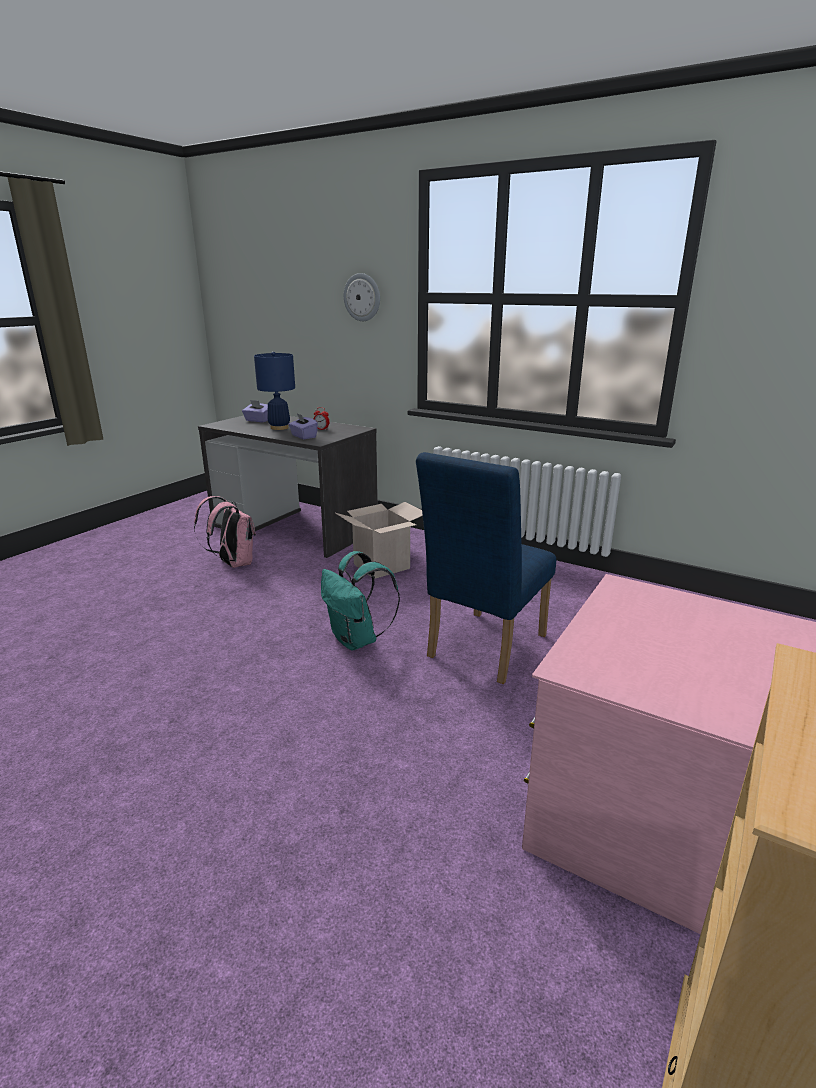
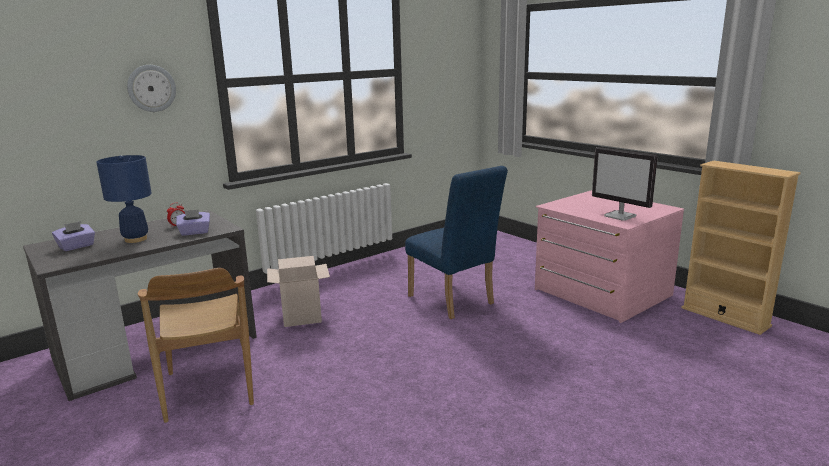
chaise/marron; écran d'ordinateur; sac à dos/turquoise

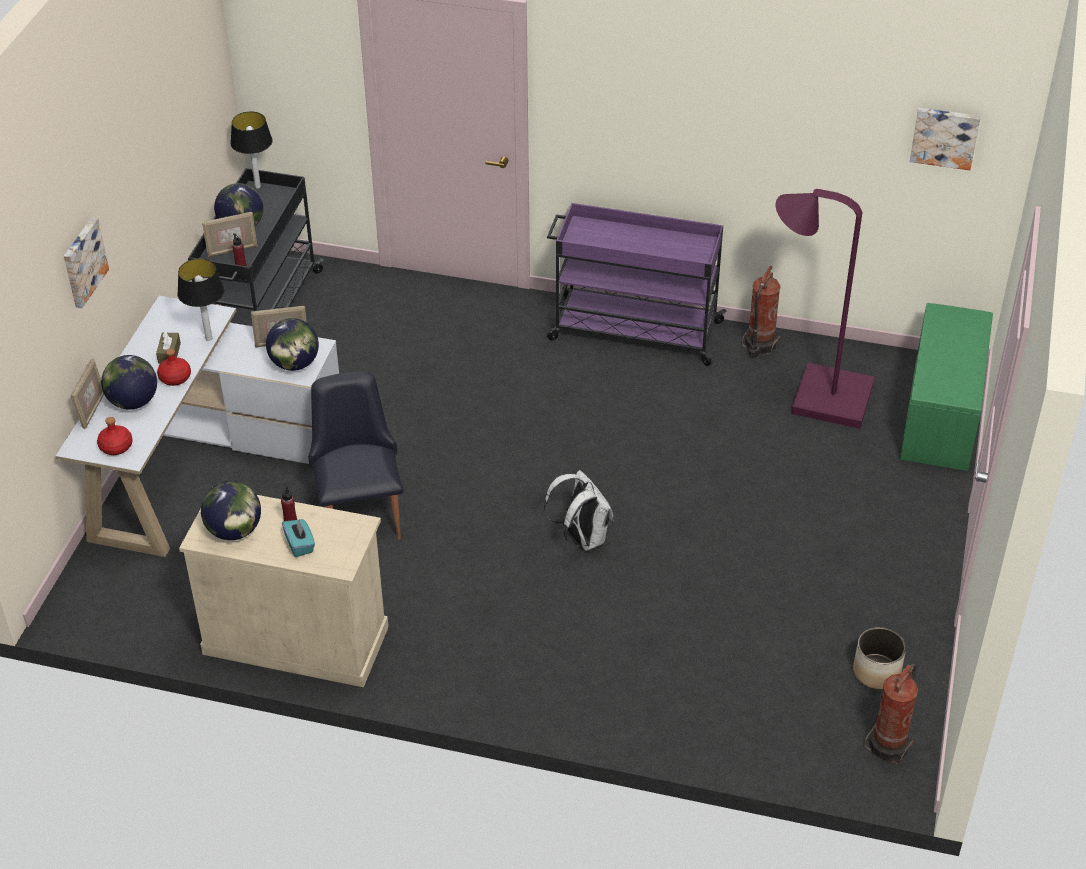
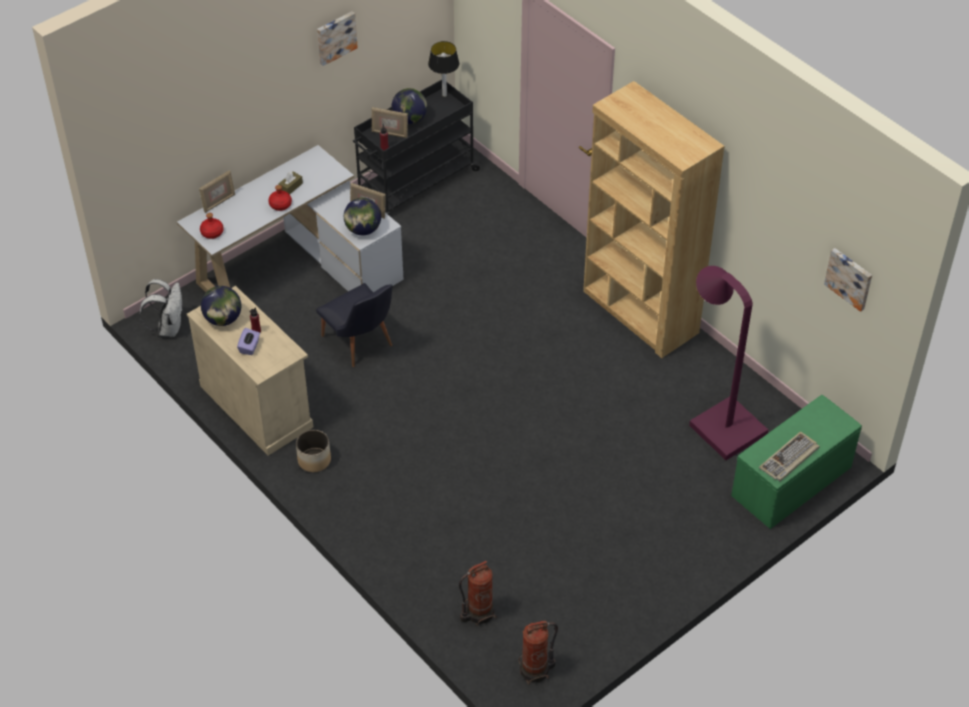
sac à dos/blanc; boîte à mouchoirs/violet; cache-pot; chaise/noir; tableau (1st from left); extincteur (1st from left); bibliothèque/marron; clavier; globe (1st from left in the first image); lampe de table (1st from left in the first image)

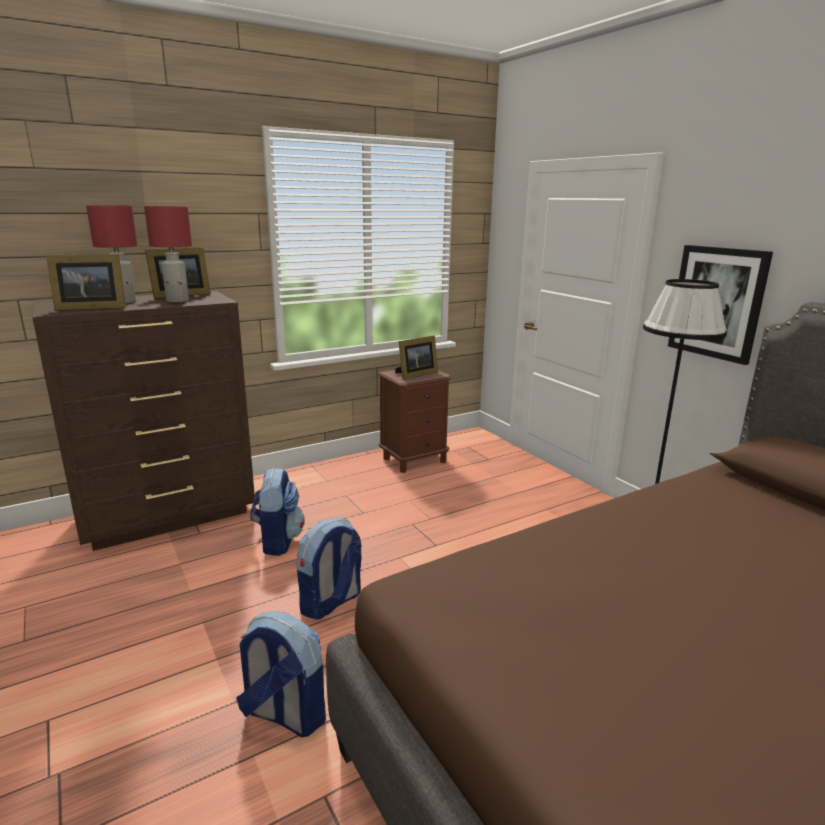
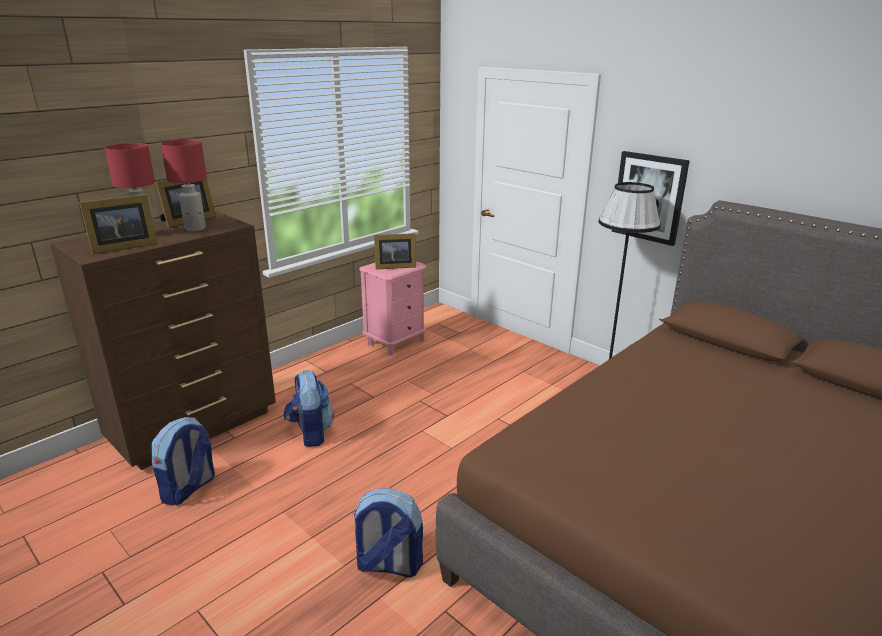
sac à dos (1st from left); table de chevet/rose; cadre photo (3rd from left)

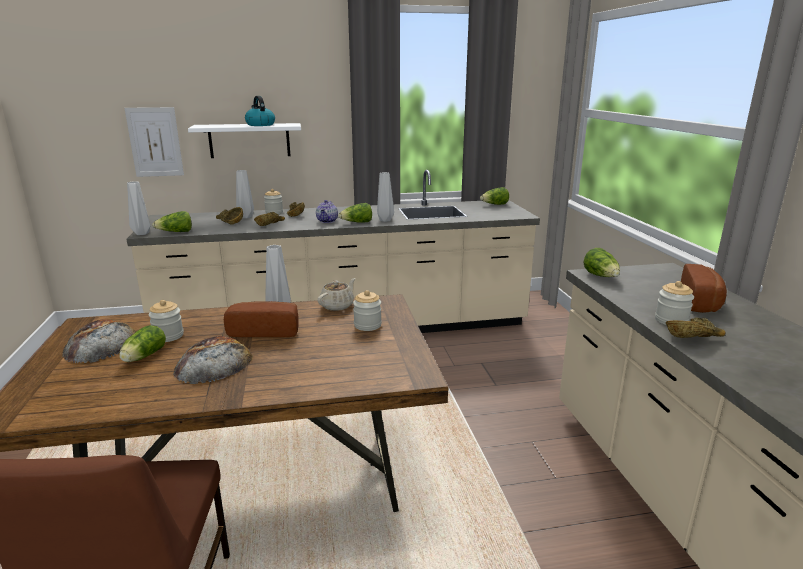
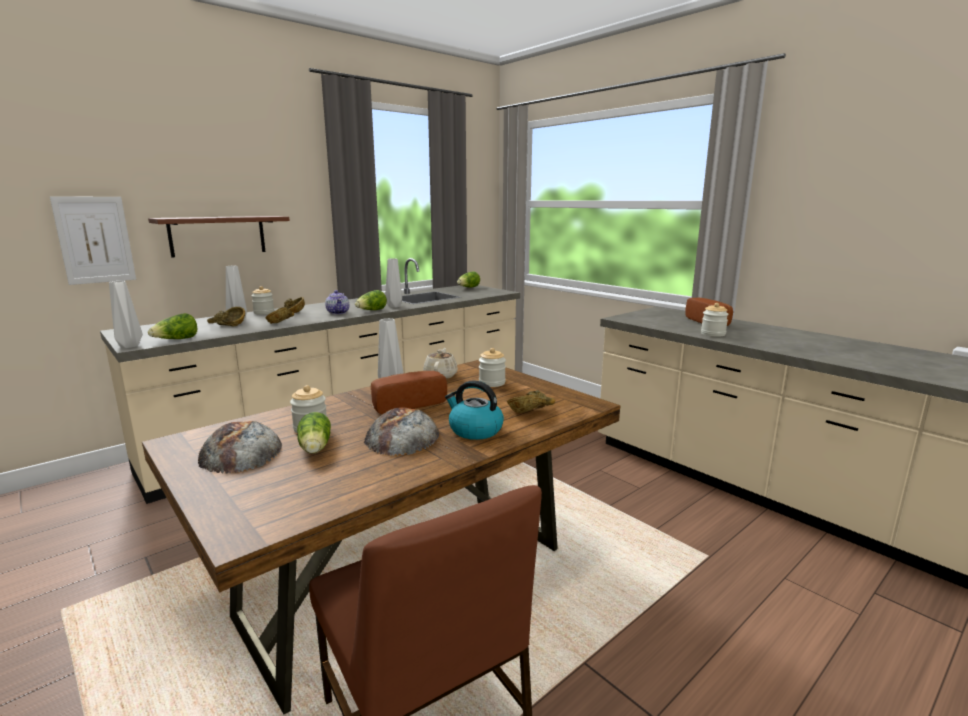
étagère/marron; bouilloire; bol/marron (4th from left); laitue (5th from left in the first image)

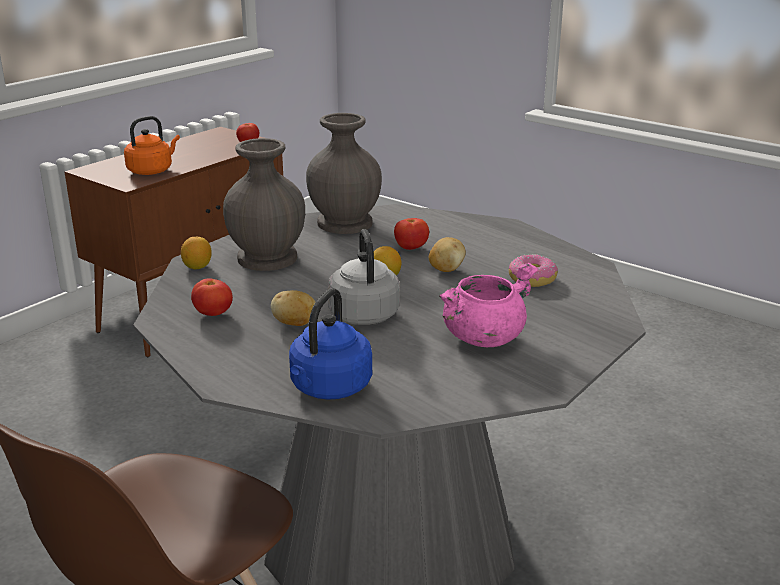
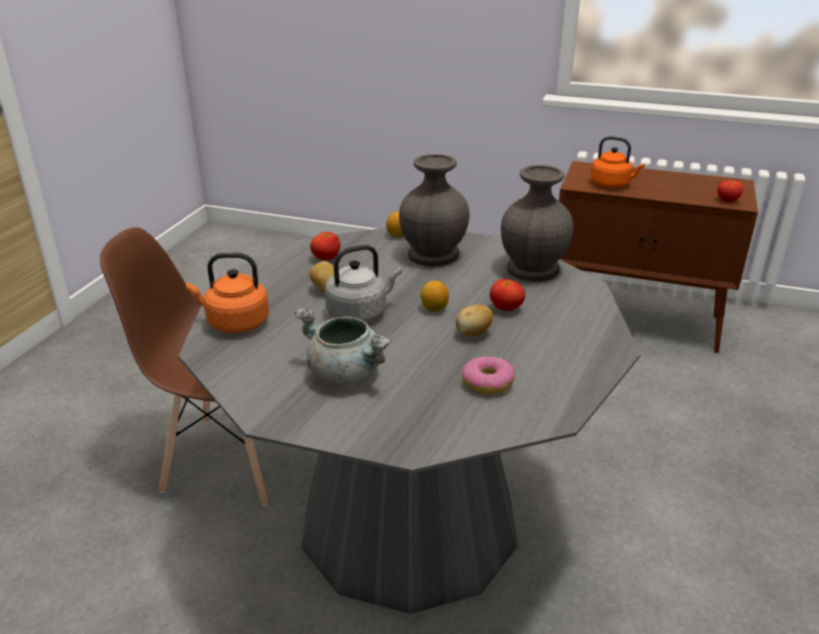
bouilloire/orange (1st from left); marmite/gris

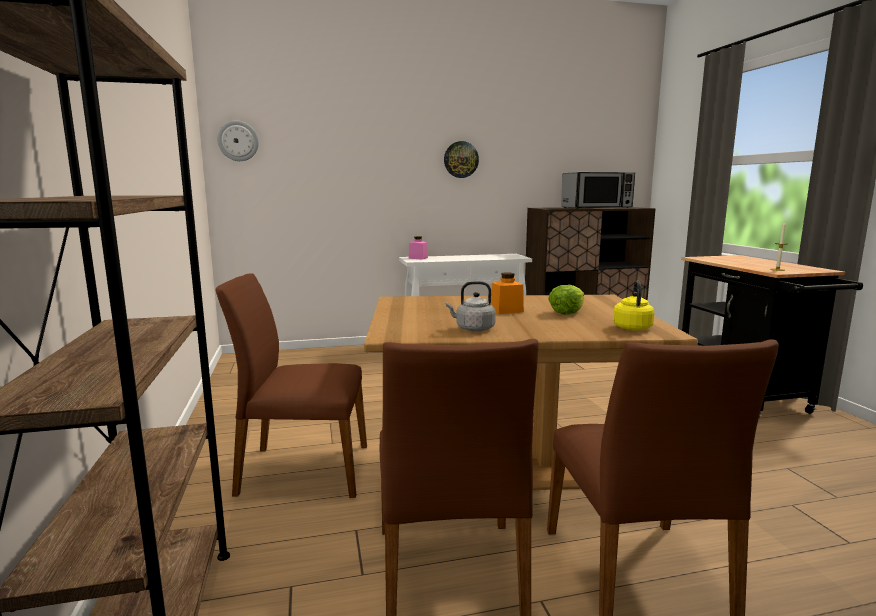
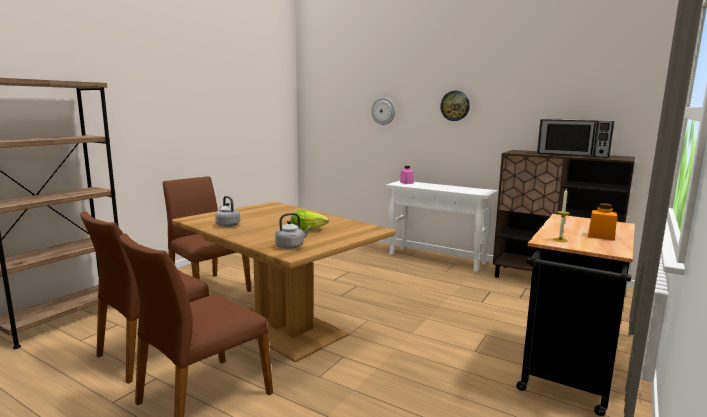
bouilloire/gris (2nd from left); horloge murale (1st from left); bocal/orange

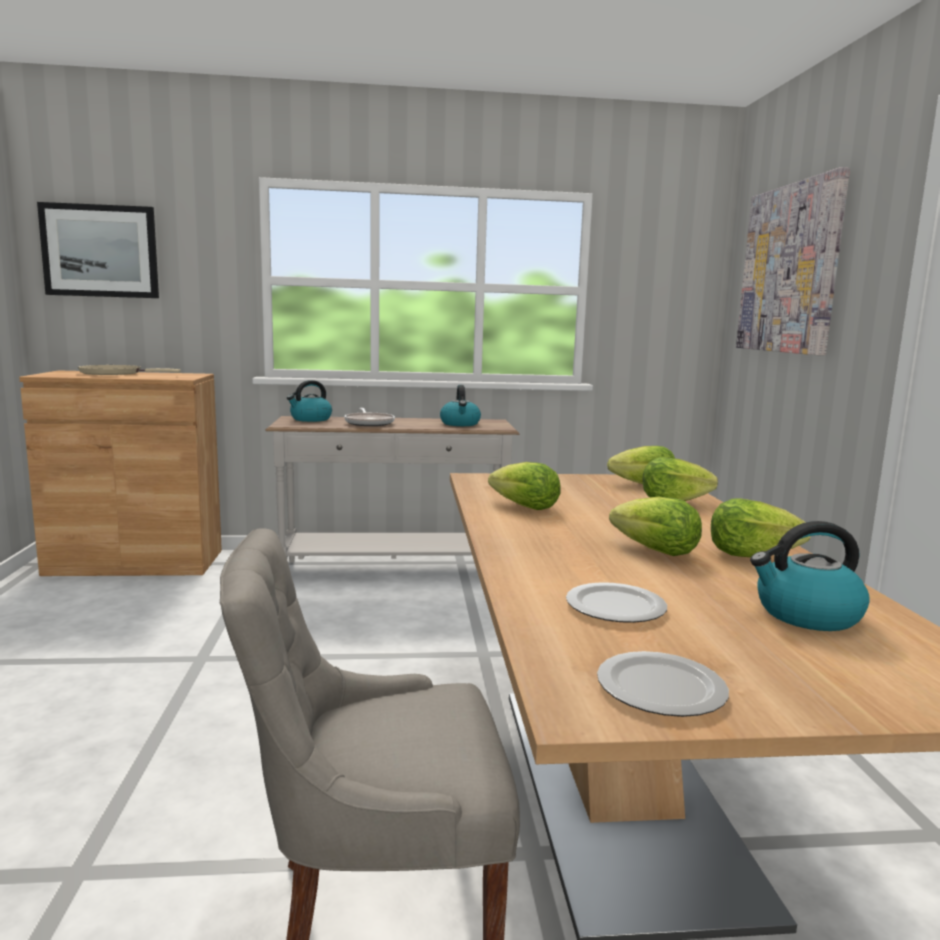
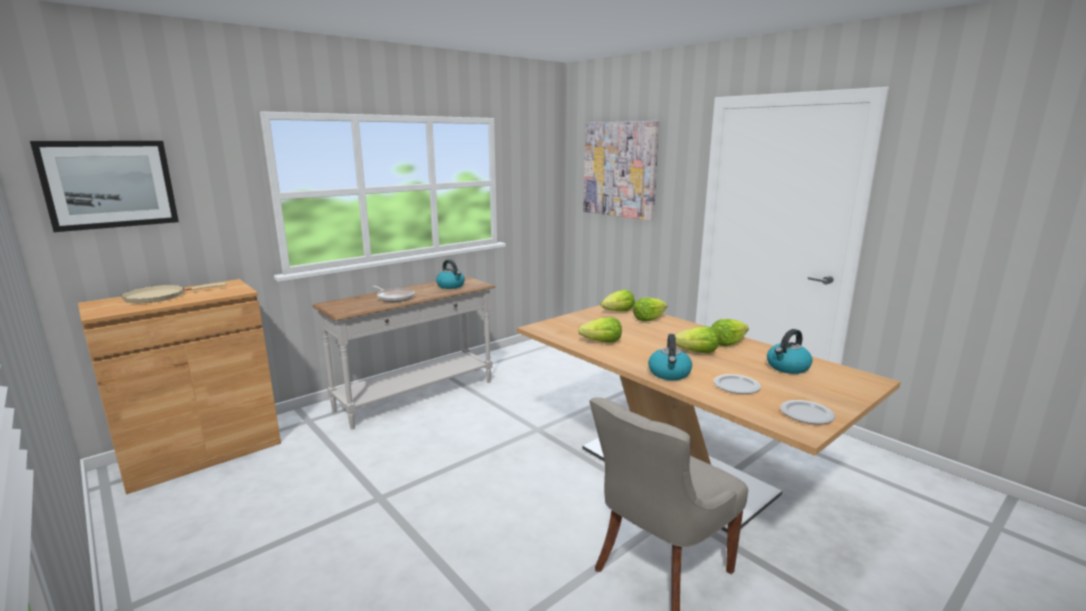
bouilloire (2nd from left)

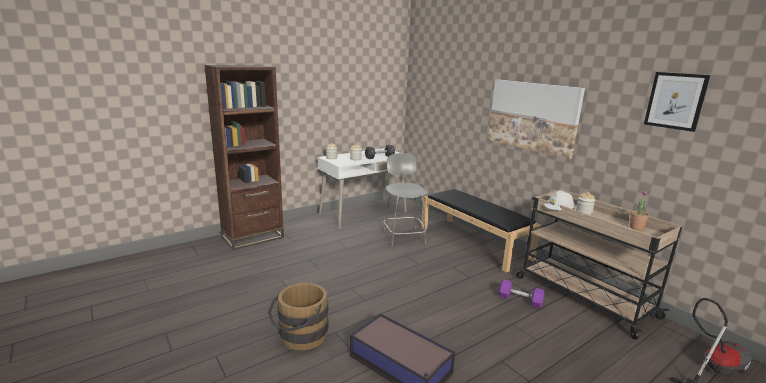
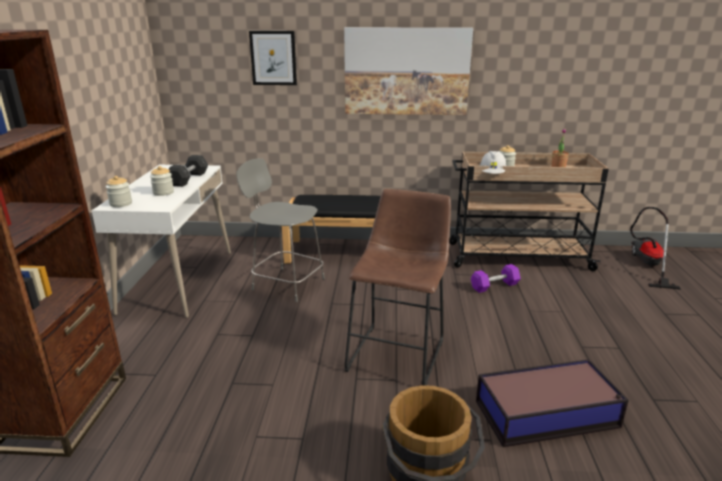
tableau (1st from left); tabouret/marron

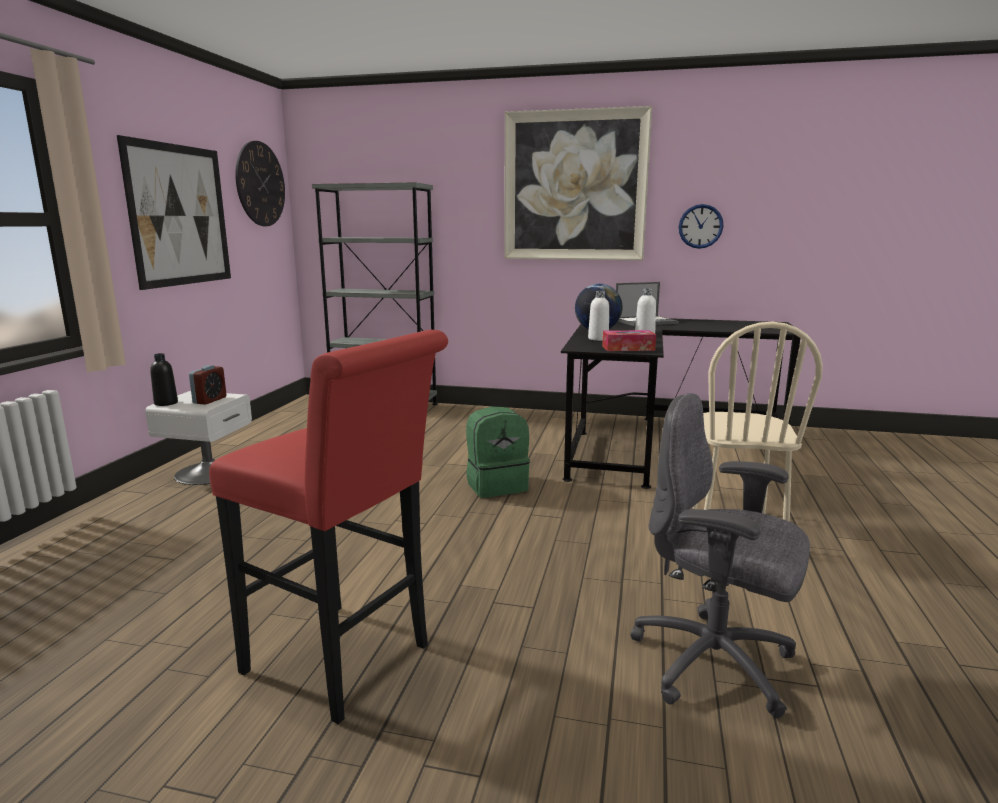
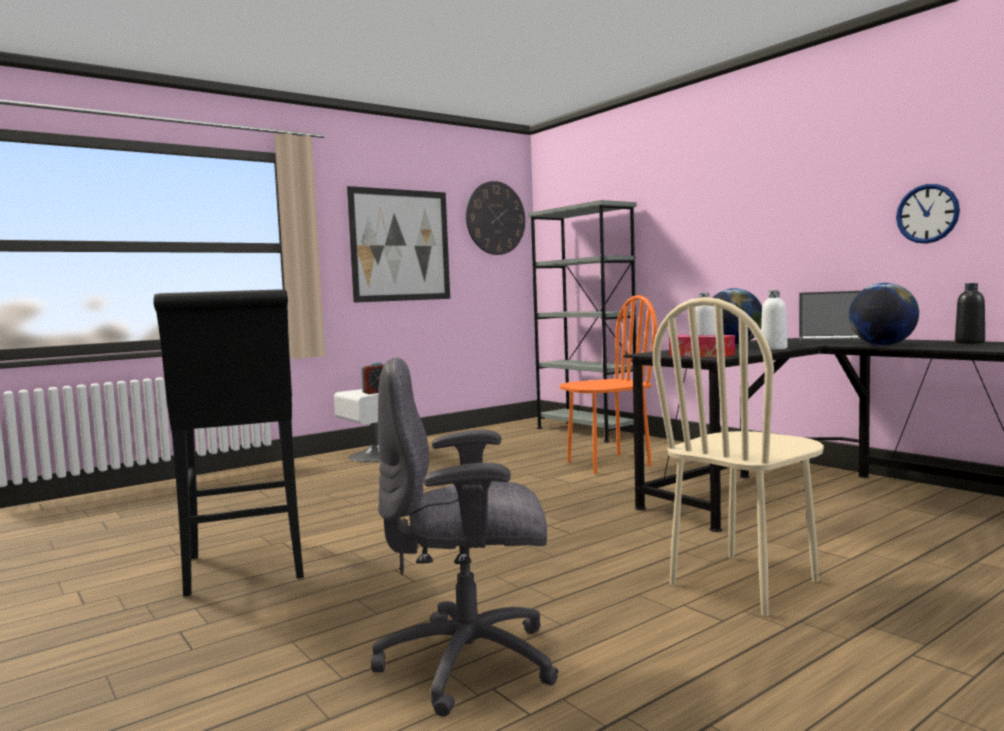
tabouret/noir; chaise de bureau/gris; chaise/orange; globe (2nd from left); bouteille/noir; sac à dos/vert; tableau (2nd from left in the first image)

